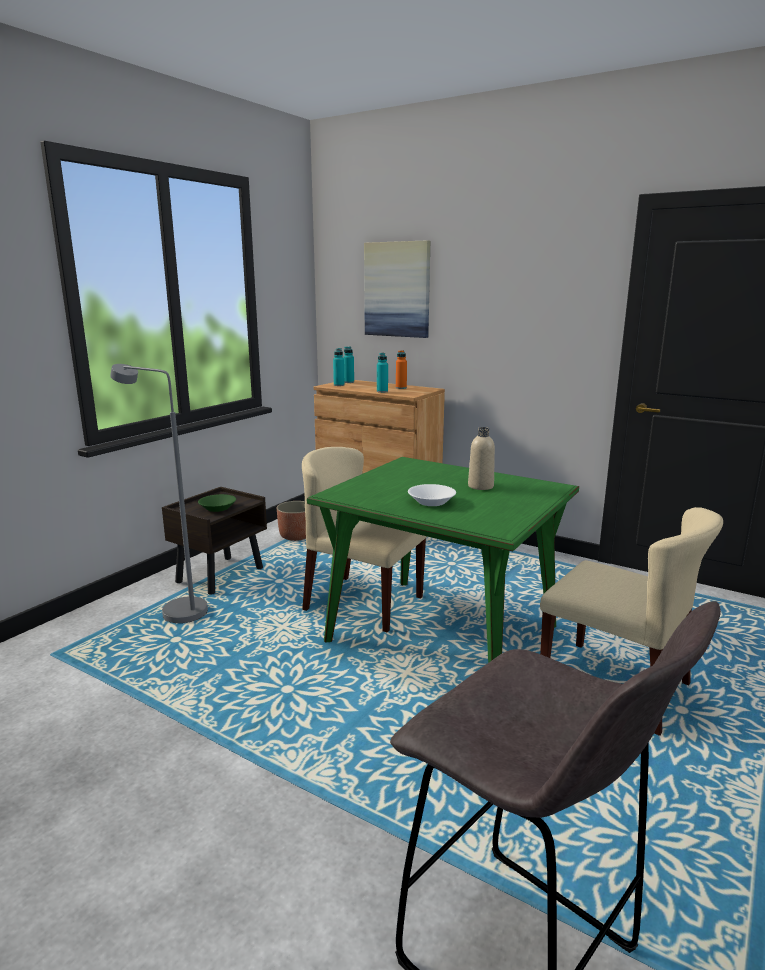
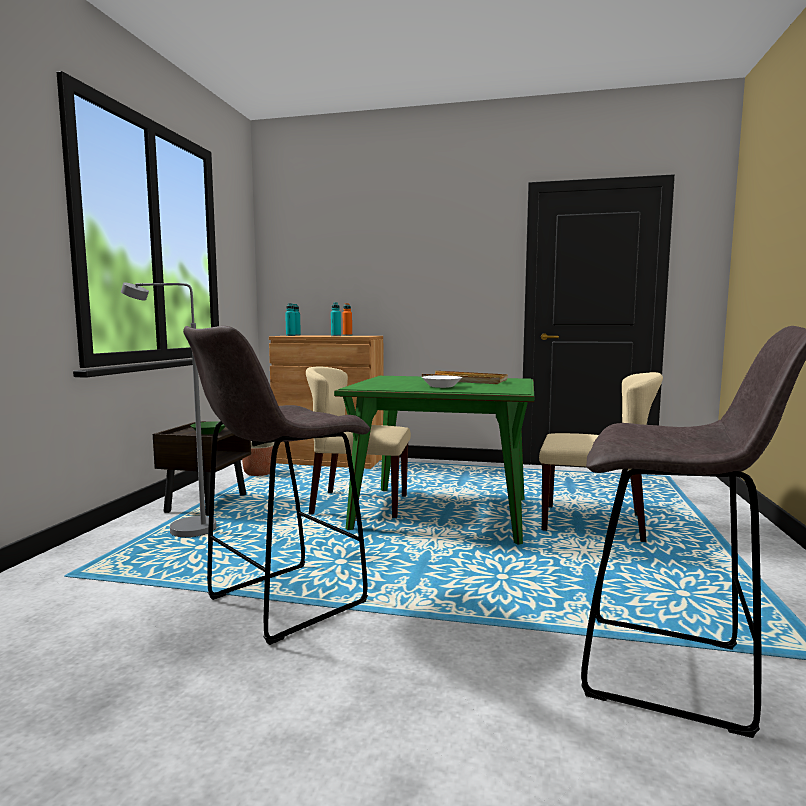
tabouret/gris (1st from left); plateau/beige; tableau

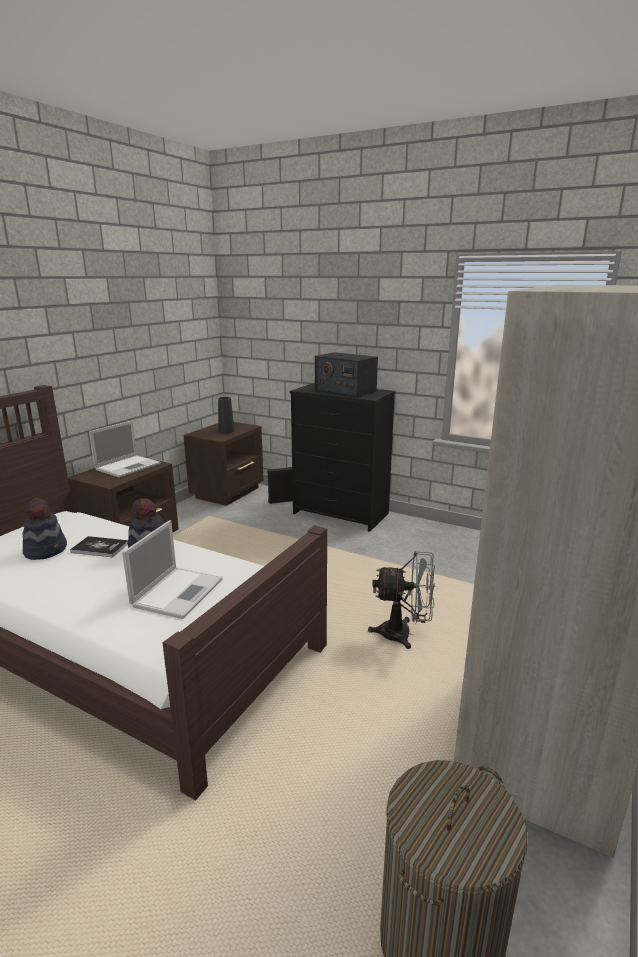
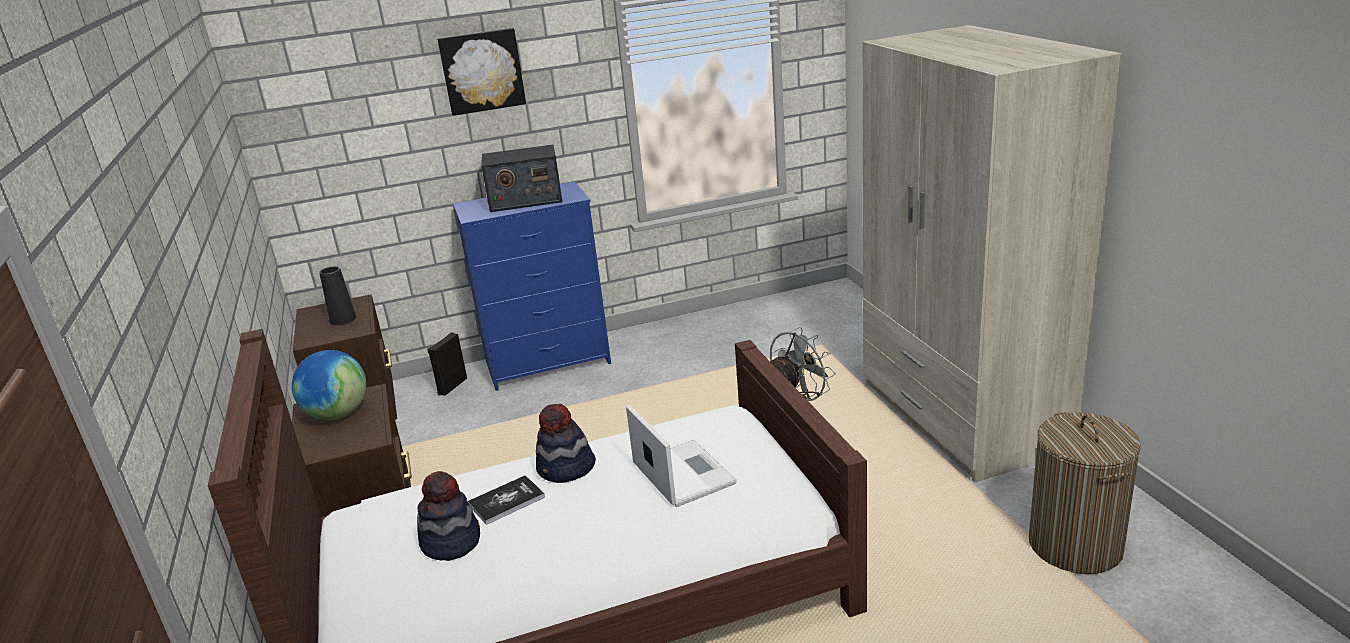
globe; tableau; commode/bleu

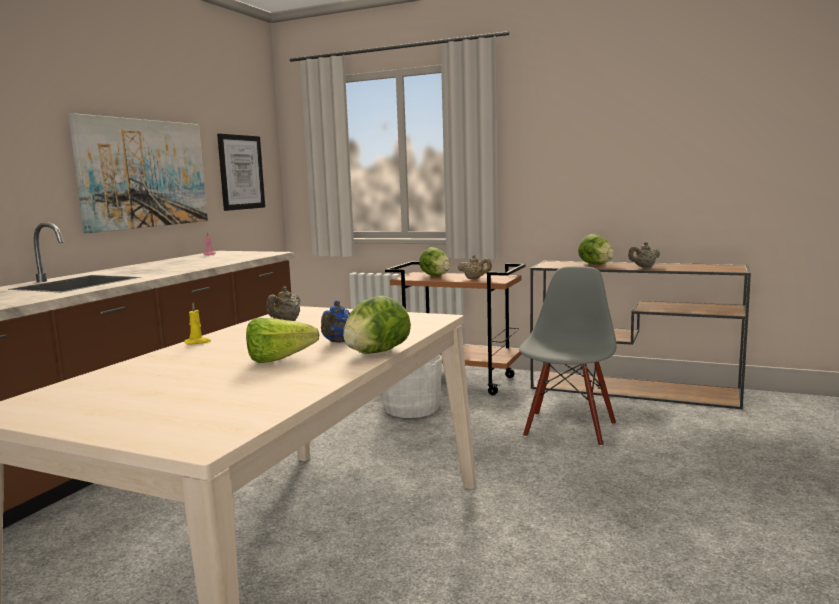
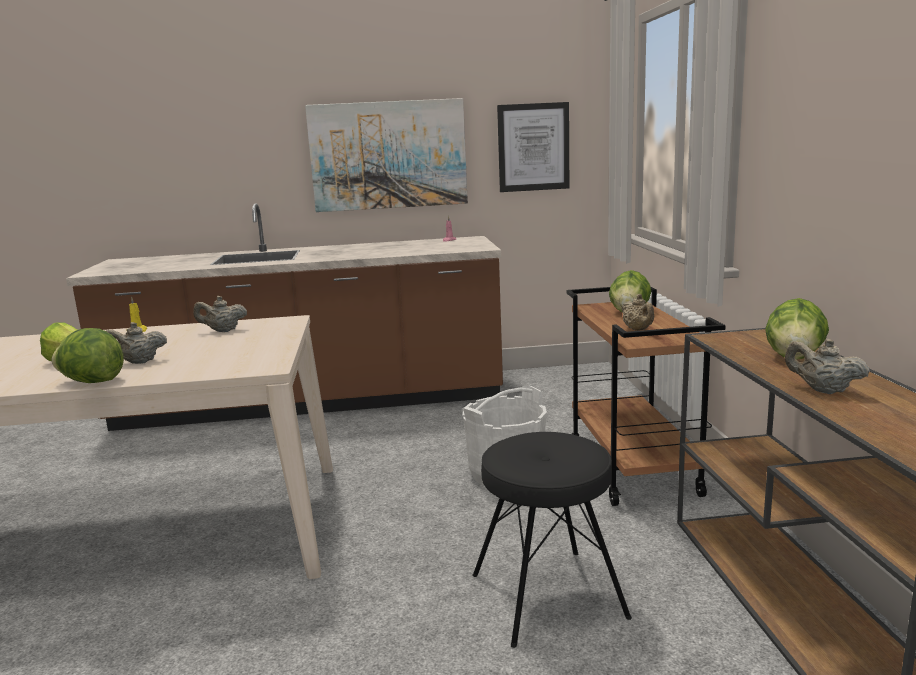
théière/beige (1st from left); tabouret/noir

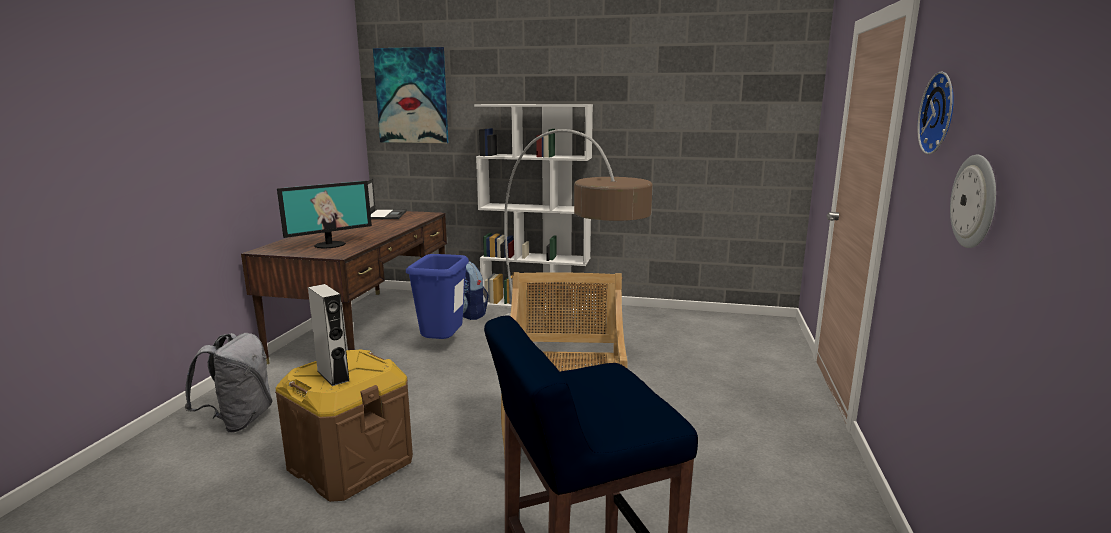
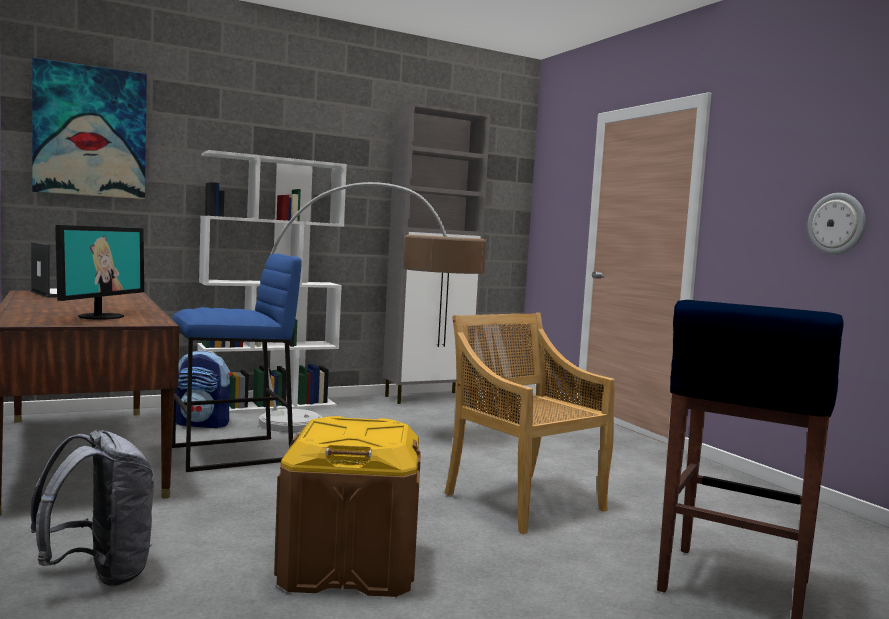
tabouret/bleu (1st from left); meuble de rangement/gris; enceinte/gris; horloge murale (1st from left in the first image)

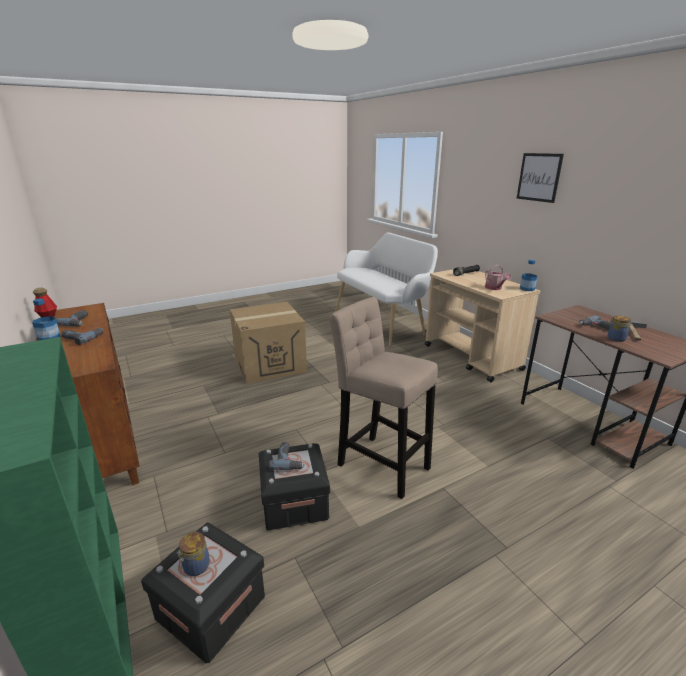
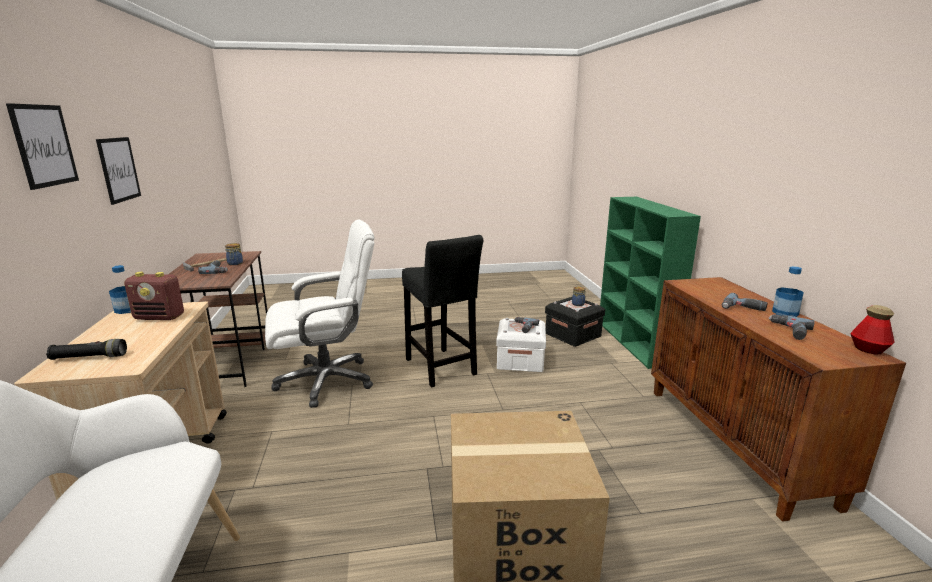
tableau (2nd from left); radio; chaise de bureau/blanc; tabouret/noir; boîte de rangement/blanc

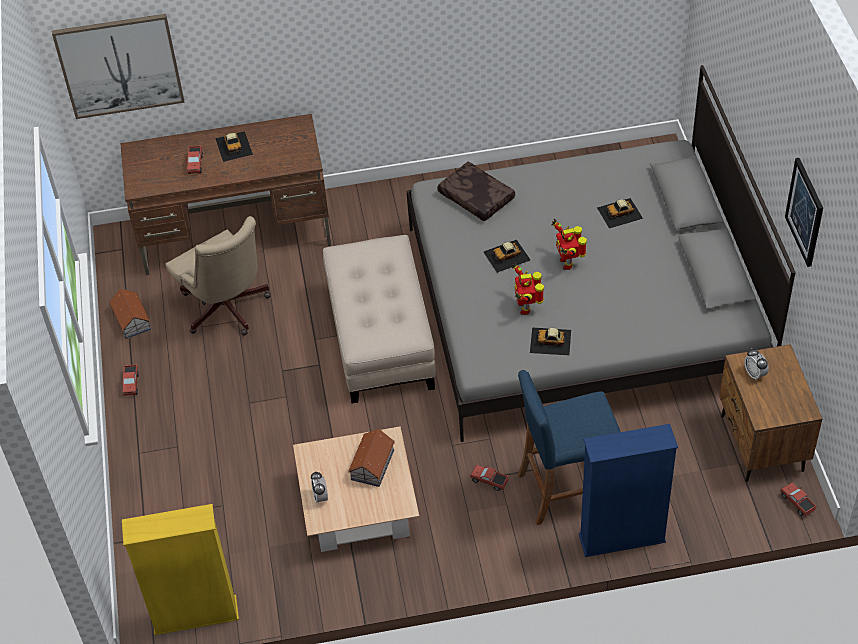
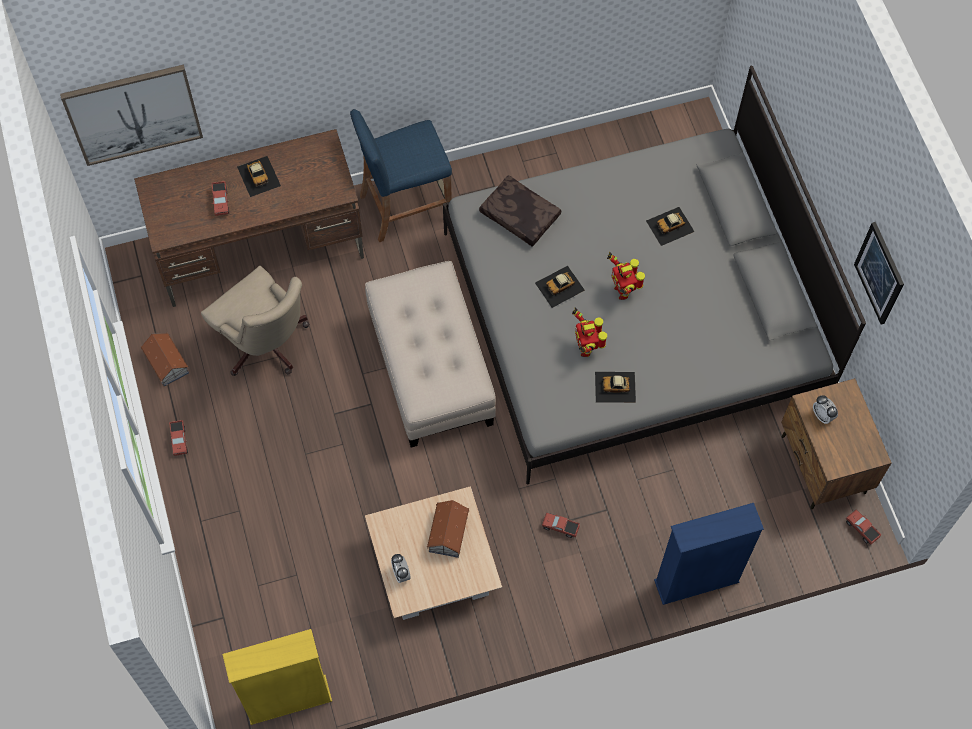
tabouret/bleu

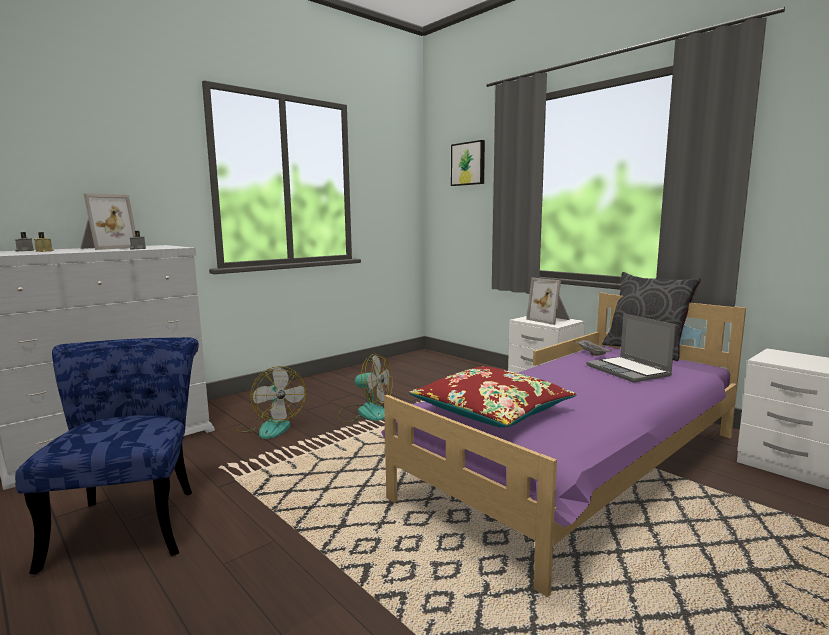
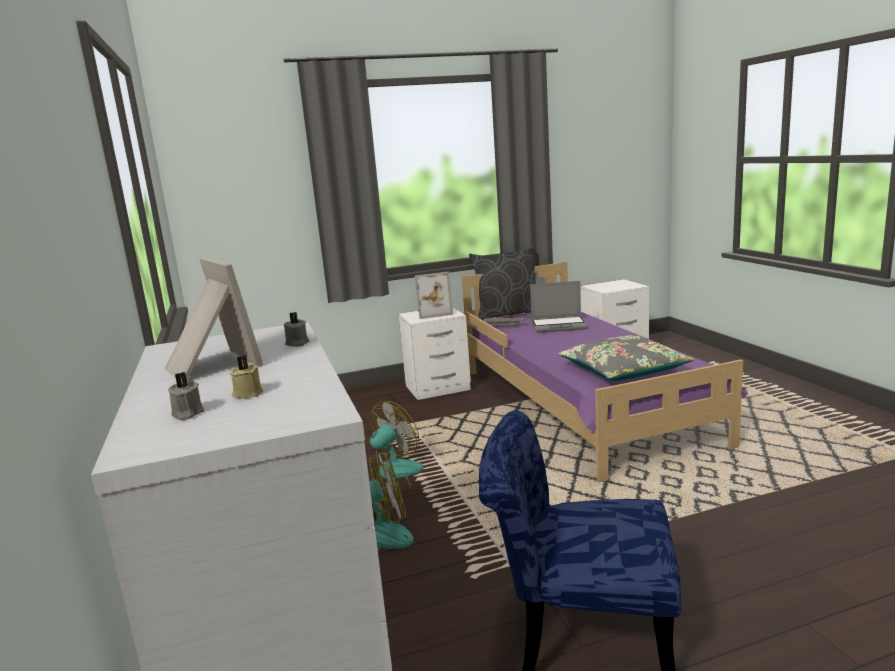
coussin/gris (2nd from left); tableau

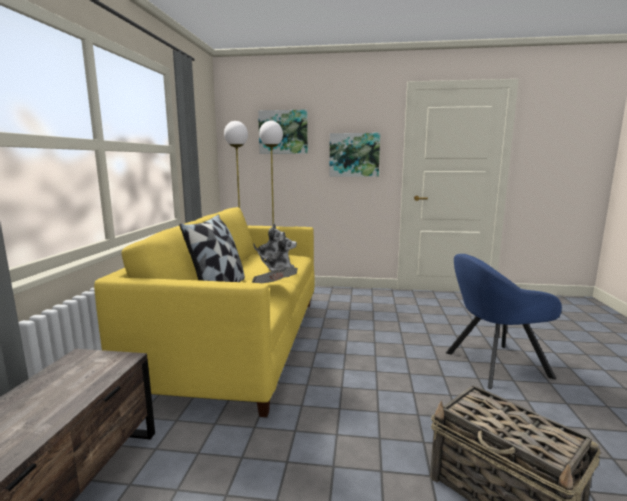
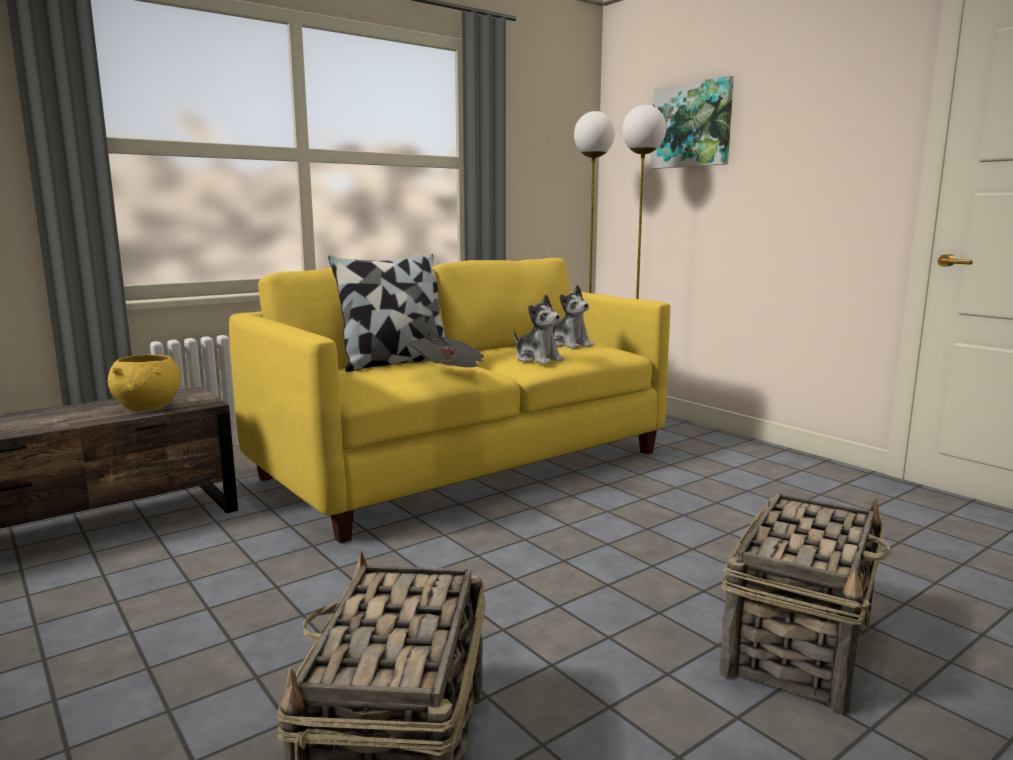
bol/jaune; panier (2nd from left); tableau (2nd from left in the first image)

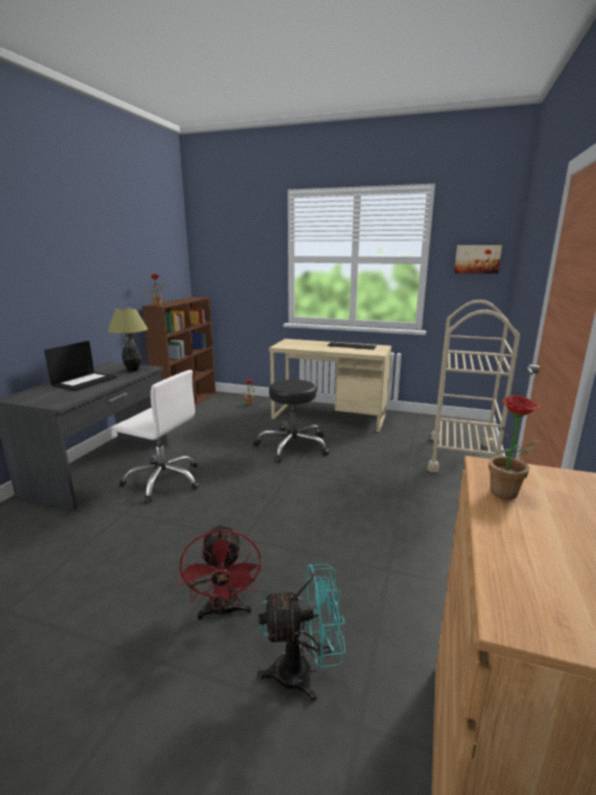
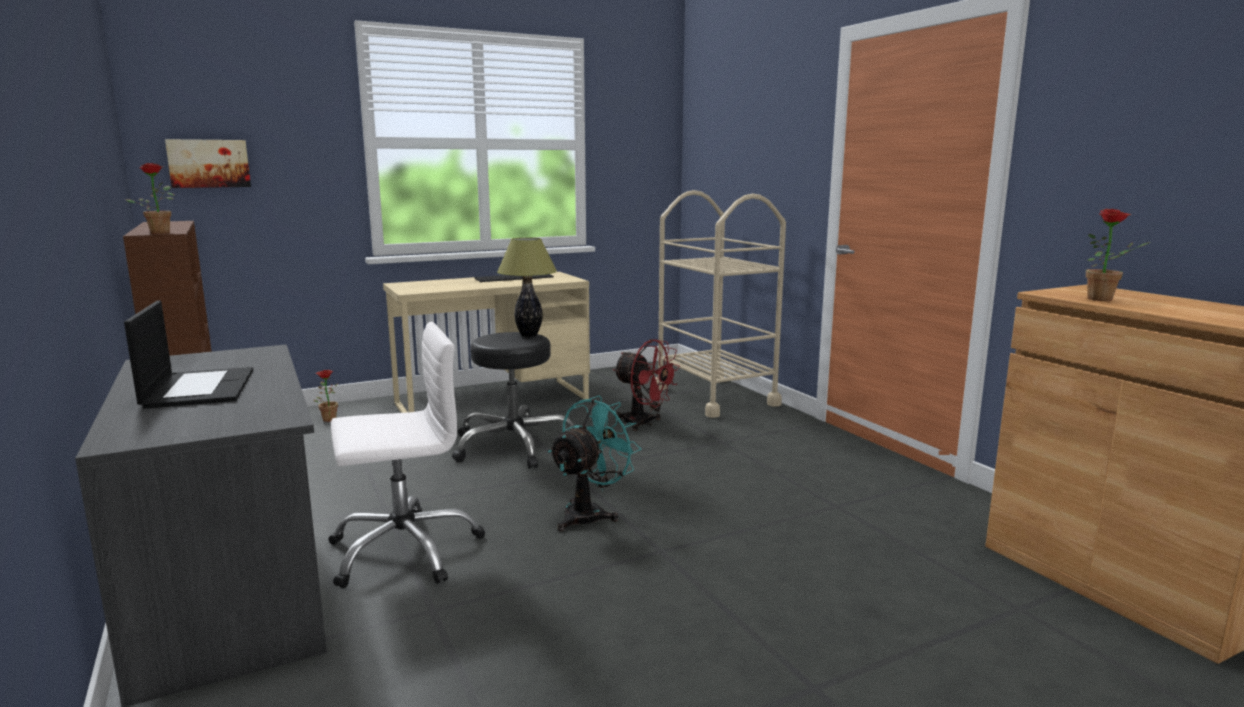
tableau; lampe de table; ventilateur/turquoise; ventilateur/rouge

